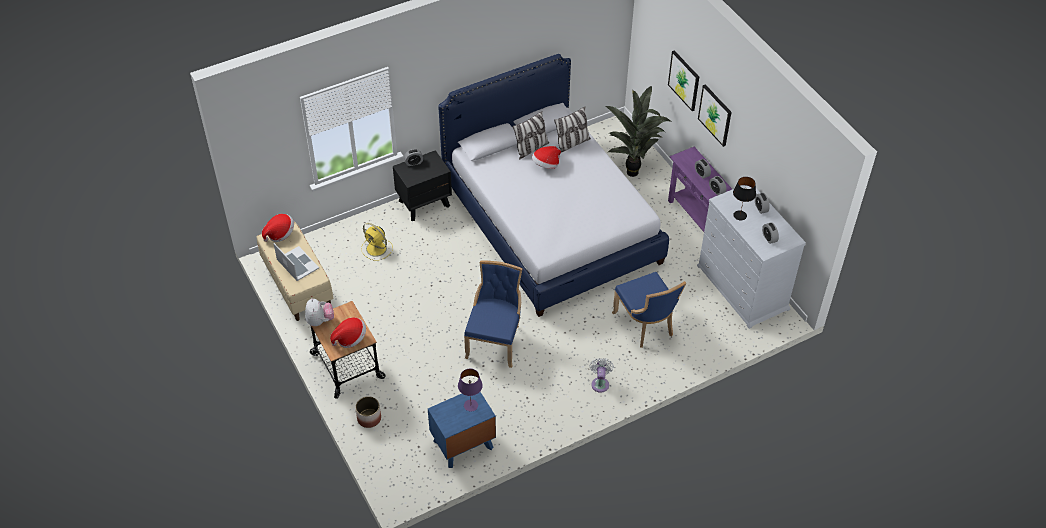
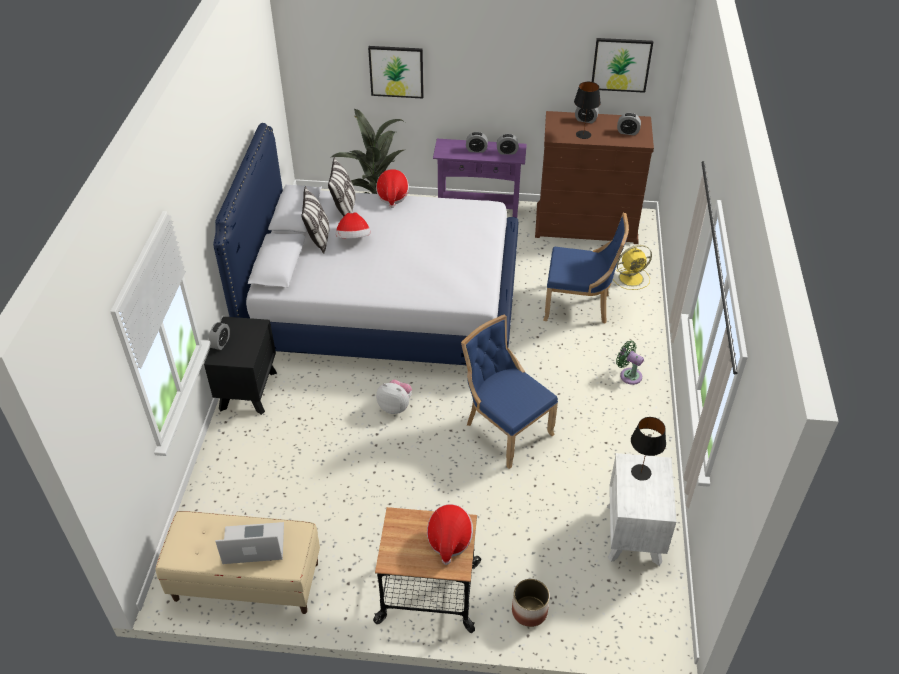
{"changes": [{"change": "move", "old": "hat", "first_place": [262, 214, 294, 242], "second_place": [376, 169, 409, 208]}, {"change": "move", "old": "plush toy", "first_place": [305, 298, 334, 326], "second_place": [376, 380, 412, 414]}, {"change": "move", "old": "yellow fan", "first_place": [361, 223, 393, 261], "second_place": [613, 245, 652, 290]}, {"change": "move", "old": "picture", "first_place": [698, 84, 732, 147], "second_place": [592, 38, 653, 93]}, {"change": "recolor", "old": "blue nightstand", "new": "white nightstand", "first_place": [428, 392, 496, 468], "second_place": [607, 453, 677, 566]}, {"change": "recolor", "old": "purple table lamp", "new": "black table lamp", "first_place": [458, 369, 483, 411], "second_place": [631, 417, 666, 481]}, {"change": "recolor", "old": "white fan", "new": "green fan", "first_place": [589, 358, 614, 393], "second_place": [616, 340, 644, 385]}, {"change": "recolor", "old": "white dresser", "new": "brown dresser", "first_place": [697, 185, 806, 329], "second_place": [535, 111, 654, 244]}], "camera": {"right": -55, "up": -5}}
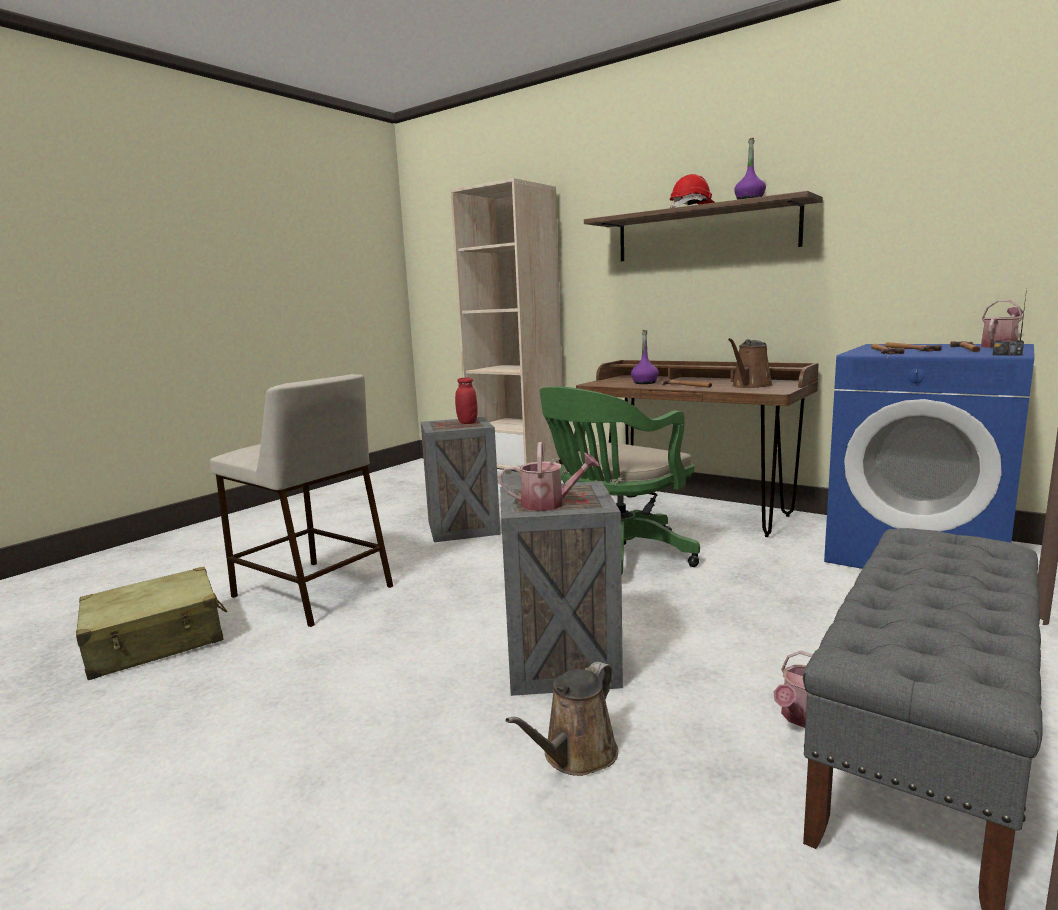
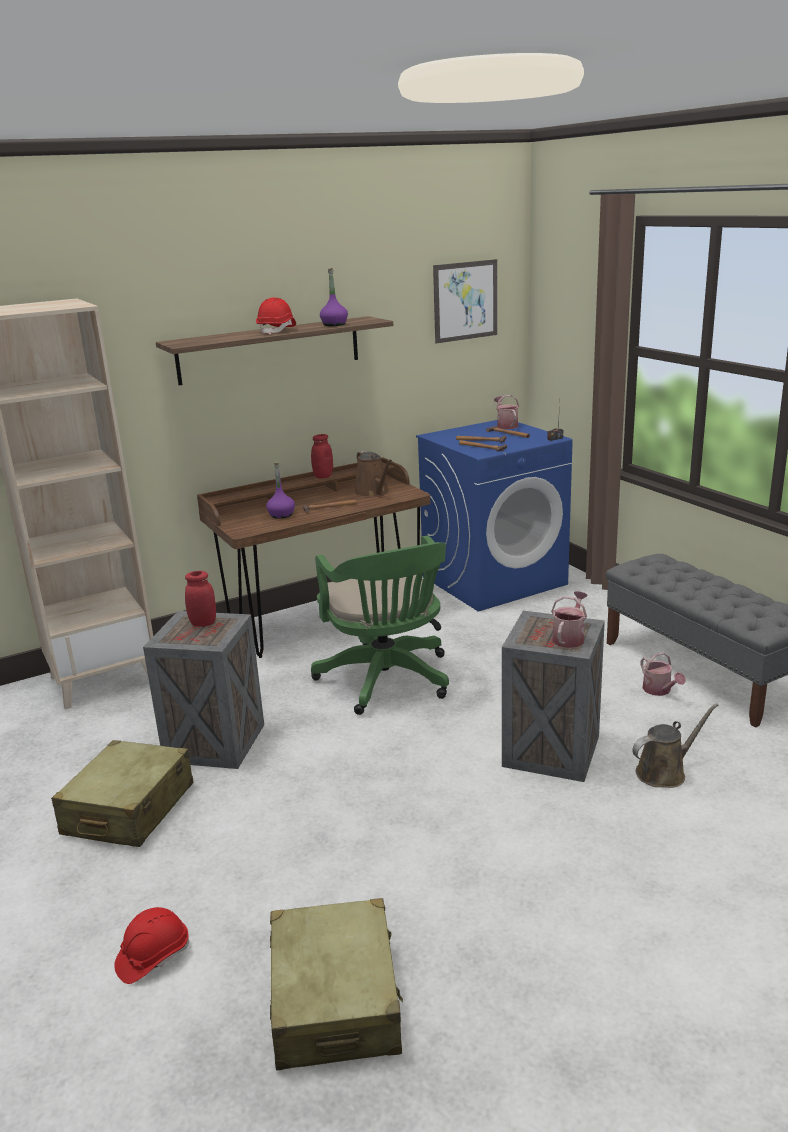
{"changes": [{"change": "delete", "old": "beige stool", "first_place": [210, 374, 393, 627]}, {"change": "insert", "new": "beige suitcase", "second_place": [51, 740, 194, 847]}, {"change": "insert", "new": "red hard hat", "second_place": [114, 907, 189, 984]}, {"change": "insert", "new": "red jar", "second_place": [311, 434, 333, 478]}, {"change": "insert", "new": "picture", "second_place": [433, 259, 497, 343]}, {"change": "rotate", "old": "brown watering can", "first_place": [505, 662, 618, 776], "second_place": [632, 703, 718, 788], "degrees": -90}], "camera": {"right": -65, "up": 10}}
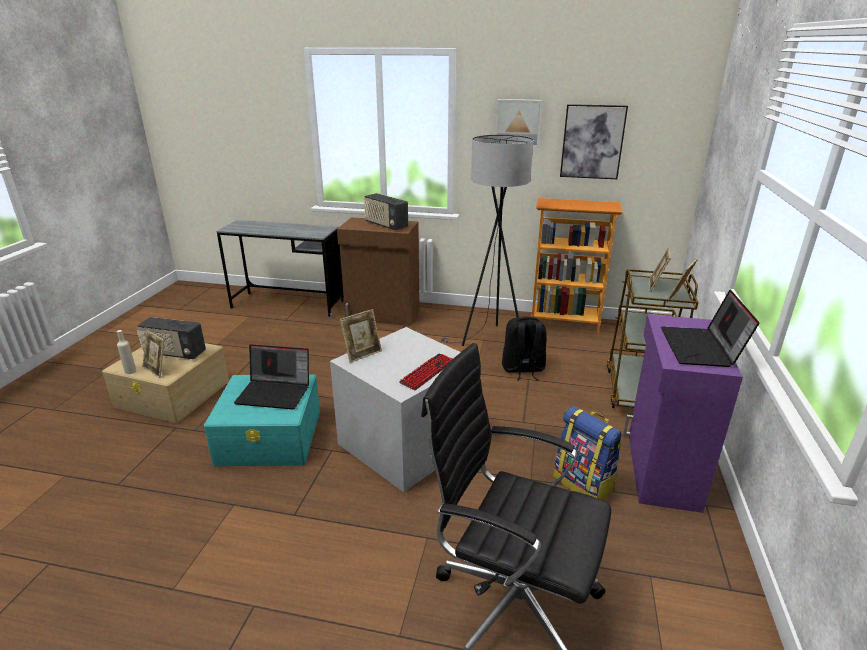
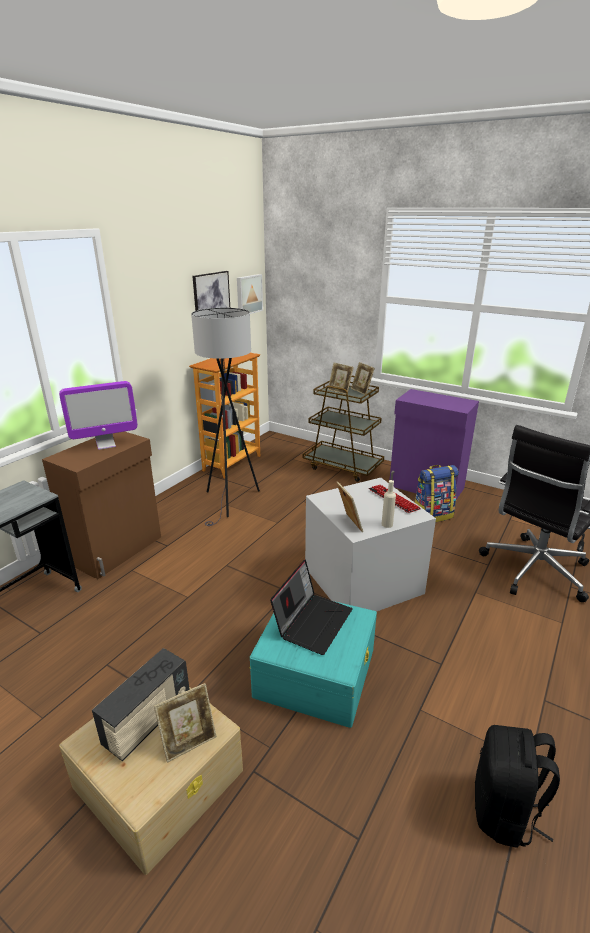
{"changes": [{"change": "delete", "old": "laptop", "first_place": [661, 290, 759, 367]}, {"change": "move", "old": "beige bottle", "first_place": [117, 330, 136, 374], "second_place": [382, 480, 396, 528]}, {"change": "move", "old": "picture", "first_place": [495, 99, 543, 147], "second_place": [237, 274, 263, 314]}, {"change": "move", "old": "black backpack", "first_place": [502, 317, 547, 381], "second_place": [475, 725, 560, 848]}, {"change": "replace", "old": "radio", "new": "monitor", "first_place": [364, 193, 408, 230], "second_place": [59, 381, 138, 450]}], "camera": {"right": -70, "up": 0}}
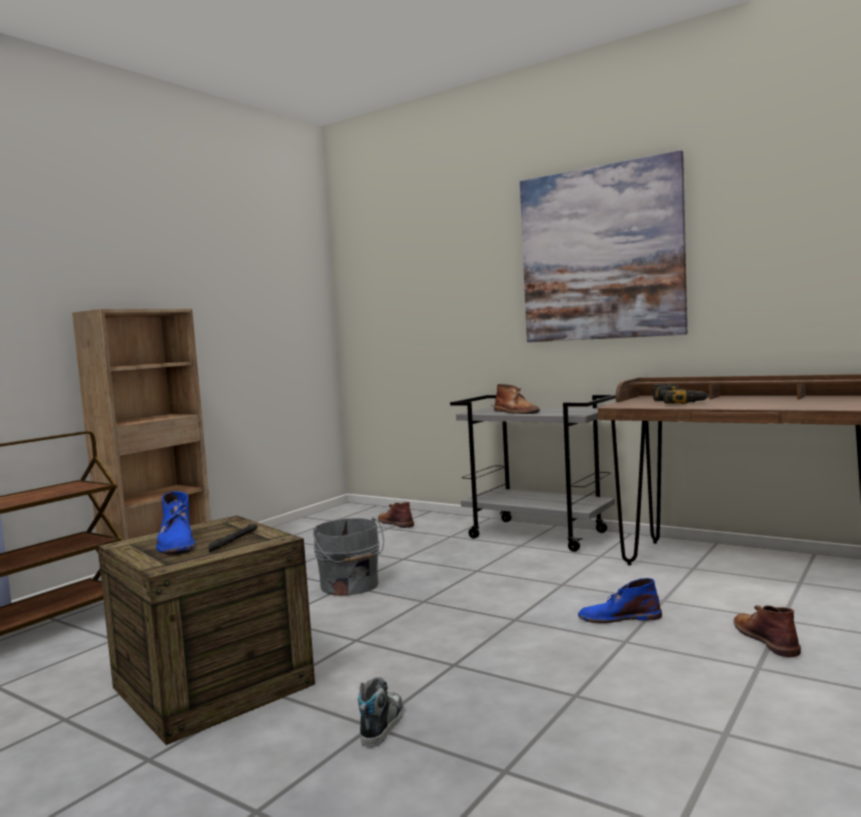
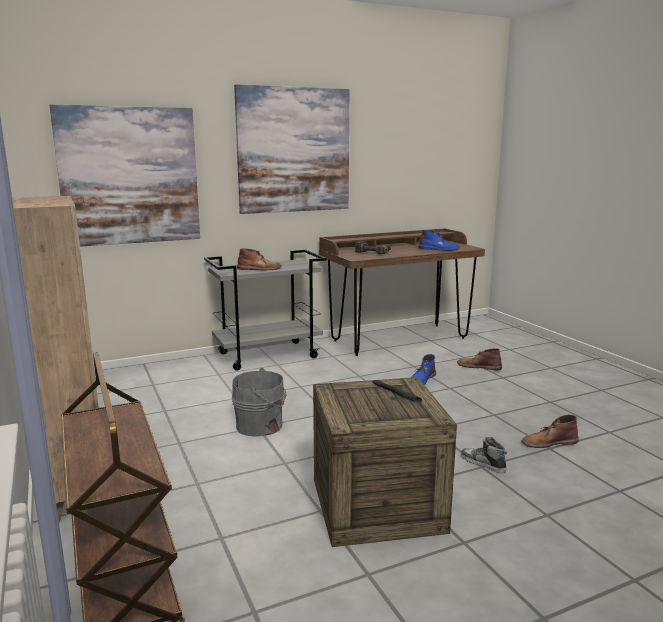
{"changes": [{"change": "insert", "new": "picture", "second_place": [50, 105, 200, 247]}, {"change": "move", "old": "blue boot", "first_place": [156, 491, 195, 555], "second_place": [419, 230, 460, 251]}, {"change": "move", "old": "brown boot", "first_place": [378, 502, 414, 528], "second_place": [521, 414, 579, 448]}], "camera": {"right": -60, "up": 10}}
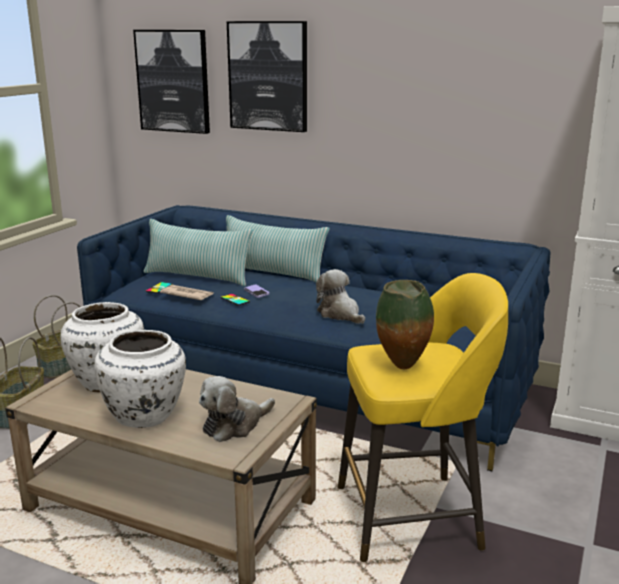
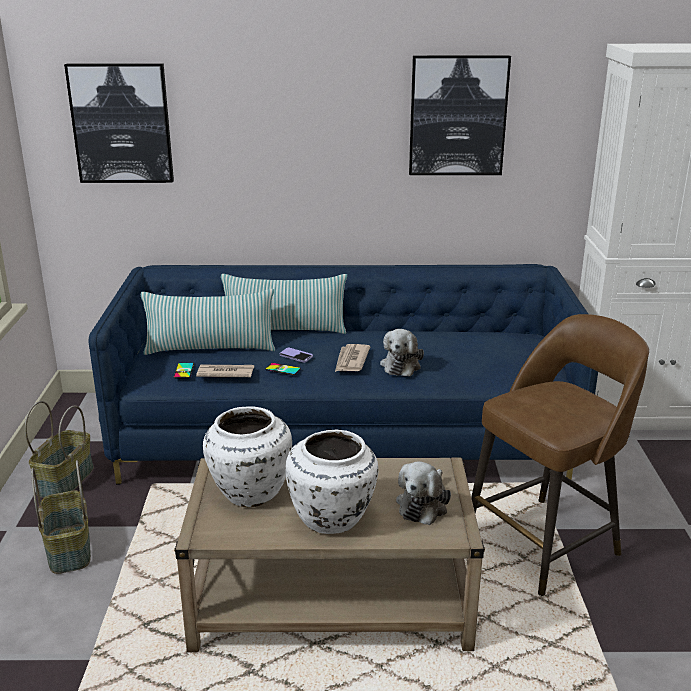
{"changes": [{"change": "delete", "old": "vase", "first_place": [376, 280, 434, 370]}, {"change": "insert", "new": "newspaper", "second_place": [335, 344, 370, 372]}, {"change": "move", "old": "picture", "first_place": [227, 21, 307, 132], "second_place": [409, 55, 511, 175]}, {"change": "recolor", "old": "yellow stool", "new": "brown stool", "first_place": [338, 273, 508, 562], "second_place": [471, 314, 649, 596]}, {"change": "rotate", "old": "plush toy", "first_place": [316, 269, 365, 324], "second_place": [380, 329, 424, 377], "degrees": -105}], "camera": {"right": -25, "up": 5}}
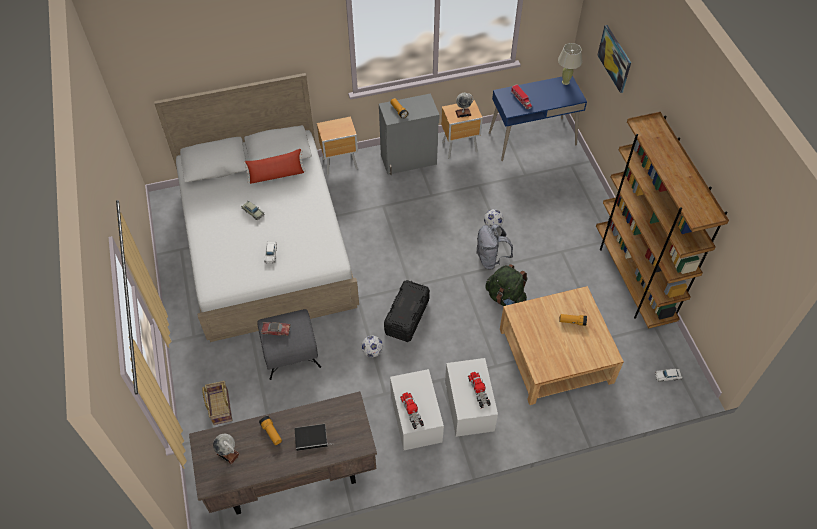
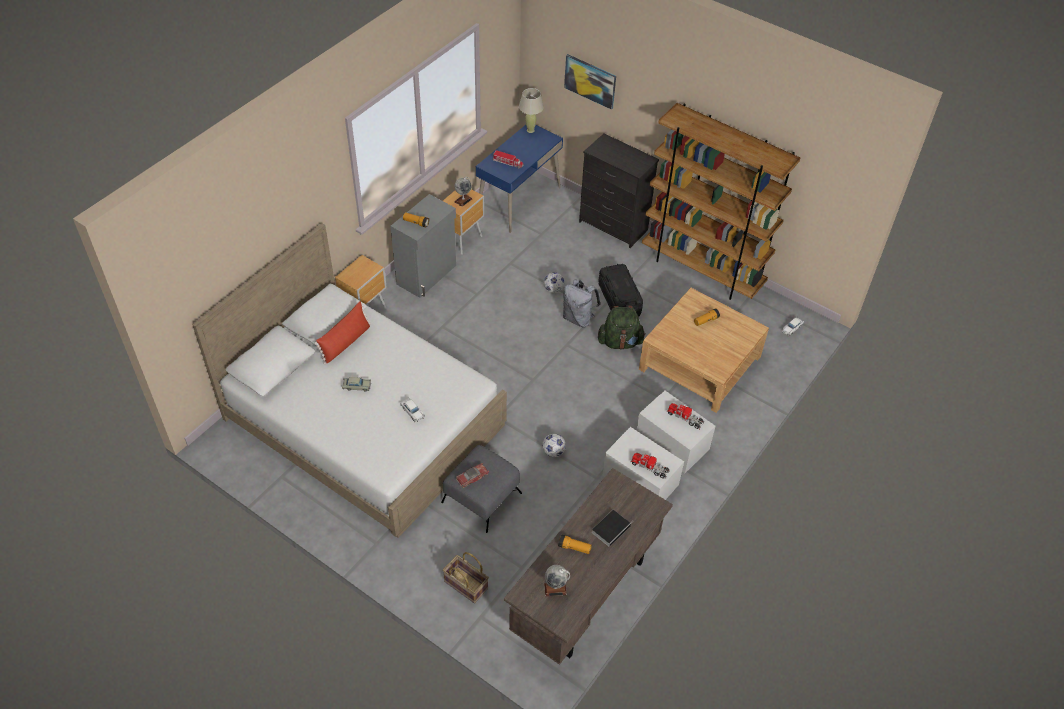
{"changes": [{"change": "insert", "new": "black dresser", "second_place": [579, 134, 659, 248]}, {"change": "move", "old": "black storage box", "first_place": [384, 280, 430, 342], "second_place": [598, 264, 643, 317]}], "camera": {"right": -40, "up": -5}}
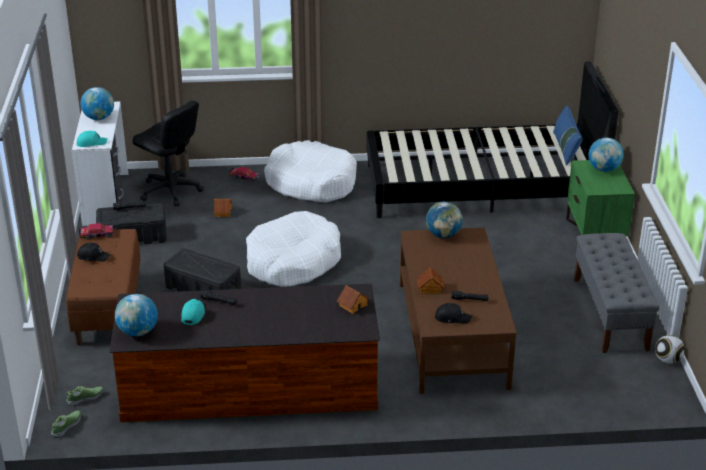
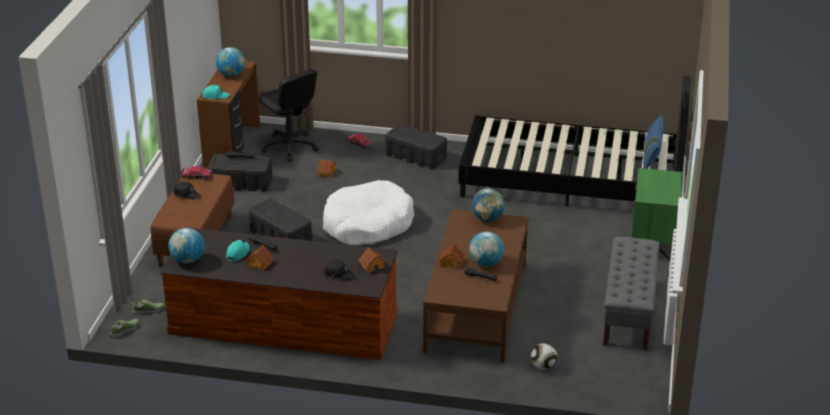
{"changes": [{"change": "insert", "new": "toy house", "second_place": [245, 245, 274, 270]}, {"change": "move", "old": "black cap", "first_place": [435, 303, 472, 324], "second_place": [324, 260, 355, 280]}, {"change": "move", "old": "globe", "first_place": [589, 138, 624, 172], "second_place": [469, 231, 504, 267]}, {"change": "move", "old": "football", "first_place": [655, 335, 685, 364], "second_place": [531, 343, 557, 370]}, {"change": "replace", "old": "white dog bed", "new": "black storage box", "first_place": [264, 140, 357, 203], "second_place": [385, 124, 447, 170]}, {"change": "recolor", "old": "white desk", "new": "brown desk", "first_place": [72, 102, 128, 226], "second_place": [197, 61, 260, 168]}], "camera": {"right": 15, "up": 0}}
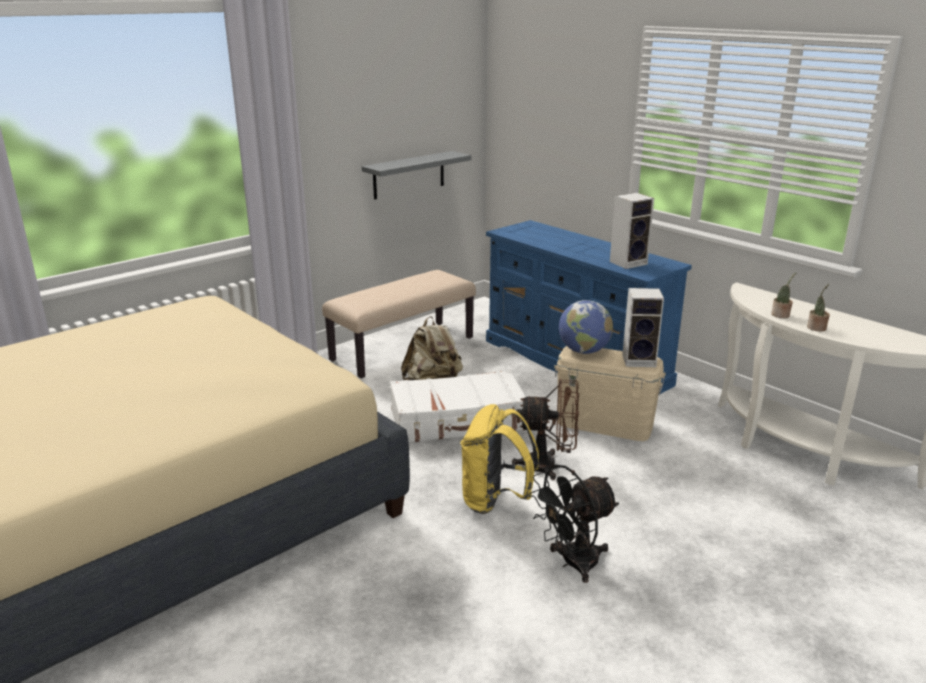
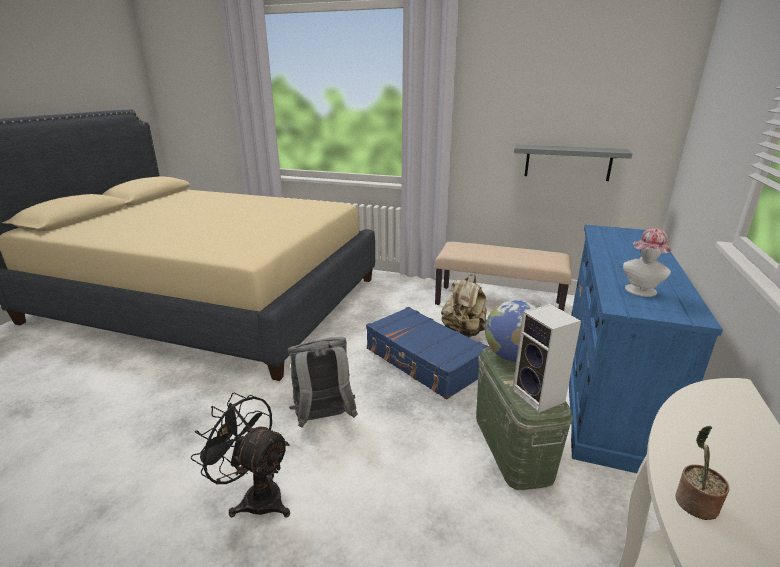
{"changes": [{"change": "delete", "old": "brown fan", "first_place": [512, 379, 579, 480]}, {"change": "delete", "old": "potted plant", "first_place": [771, 272, 797, 318]}, {"change": "replace", "old": "speaker", "new": "hat", "first_place": [610, 193, 654, 269], "second_place": [623, 228, 673, 297]}, {"change": "recolor", "old": "white suitcase", "new": "blue suitcase", "first_place": [390, 370, 526, 442], "second_place": [366, 307, 490, 400]}, {"change": "recolor", "old": "yellow backpack", "new": "grey backpack", "first_place": [460, 404, 539, 514], "second_place": [288, 337, 358, 428]}, {"change": "recolor", "old": "beige storage box", "new": "green storage box", "first_place": [554, 346, 666, 441], "second_place": [476, 347, 573, 490]}], "camera": {"right": 60, "up": 0}}
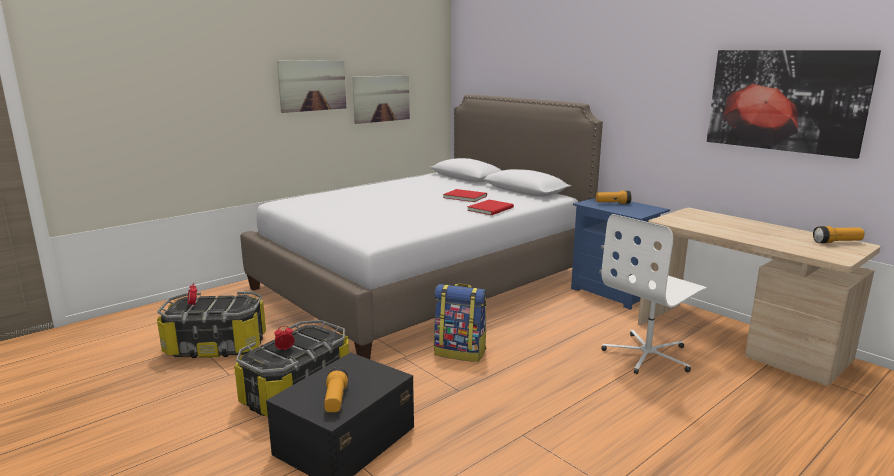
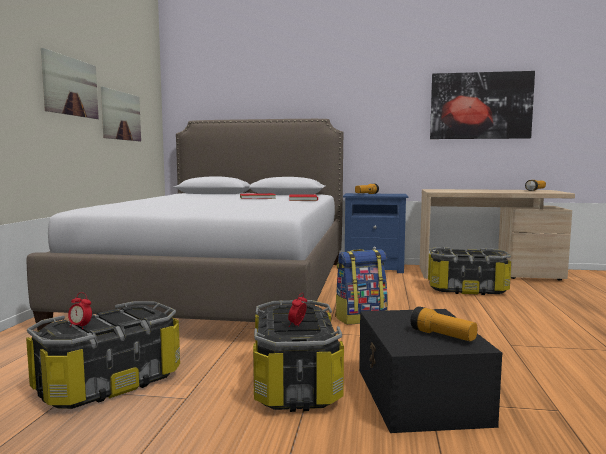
{"changes": [{"change": "replace", "old": "white office chair", "new": "storage box", "first_place": [601, 214, 707, 374], "second_place": [428, 247, 511, 295]}], "camera": {"right": -40, "up": -10}}
